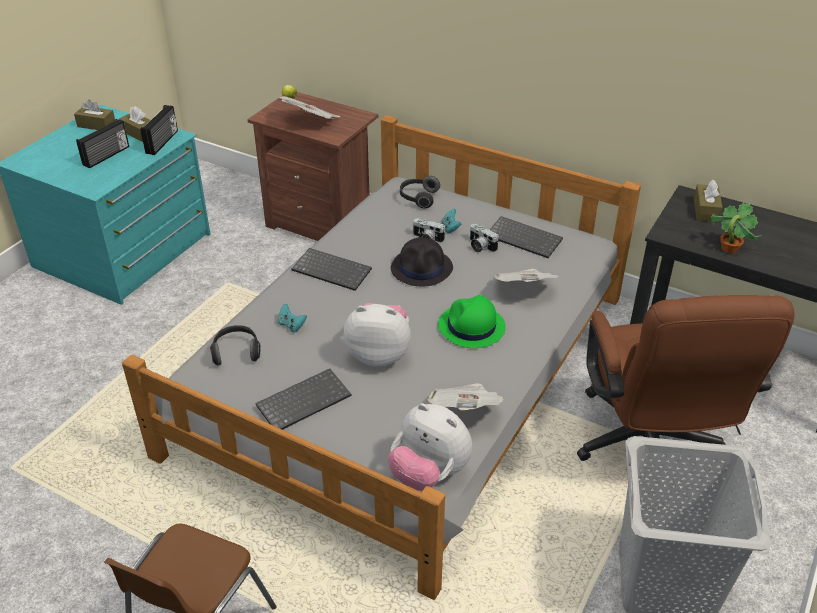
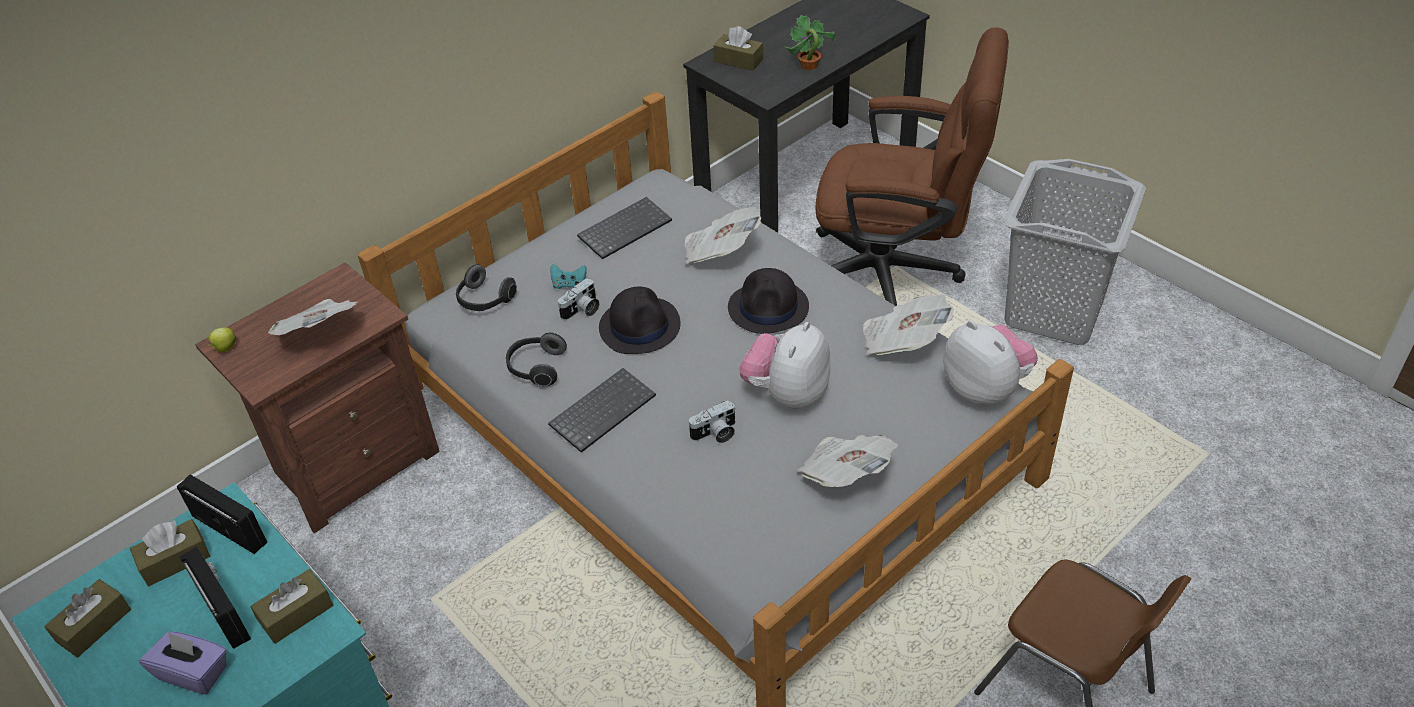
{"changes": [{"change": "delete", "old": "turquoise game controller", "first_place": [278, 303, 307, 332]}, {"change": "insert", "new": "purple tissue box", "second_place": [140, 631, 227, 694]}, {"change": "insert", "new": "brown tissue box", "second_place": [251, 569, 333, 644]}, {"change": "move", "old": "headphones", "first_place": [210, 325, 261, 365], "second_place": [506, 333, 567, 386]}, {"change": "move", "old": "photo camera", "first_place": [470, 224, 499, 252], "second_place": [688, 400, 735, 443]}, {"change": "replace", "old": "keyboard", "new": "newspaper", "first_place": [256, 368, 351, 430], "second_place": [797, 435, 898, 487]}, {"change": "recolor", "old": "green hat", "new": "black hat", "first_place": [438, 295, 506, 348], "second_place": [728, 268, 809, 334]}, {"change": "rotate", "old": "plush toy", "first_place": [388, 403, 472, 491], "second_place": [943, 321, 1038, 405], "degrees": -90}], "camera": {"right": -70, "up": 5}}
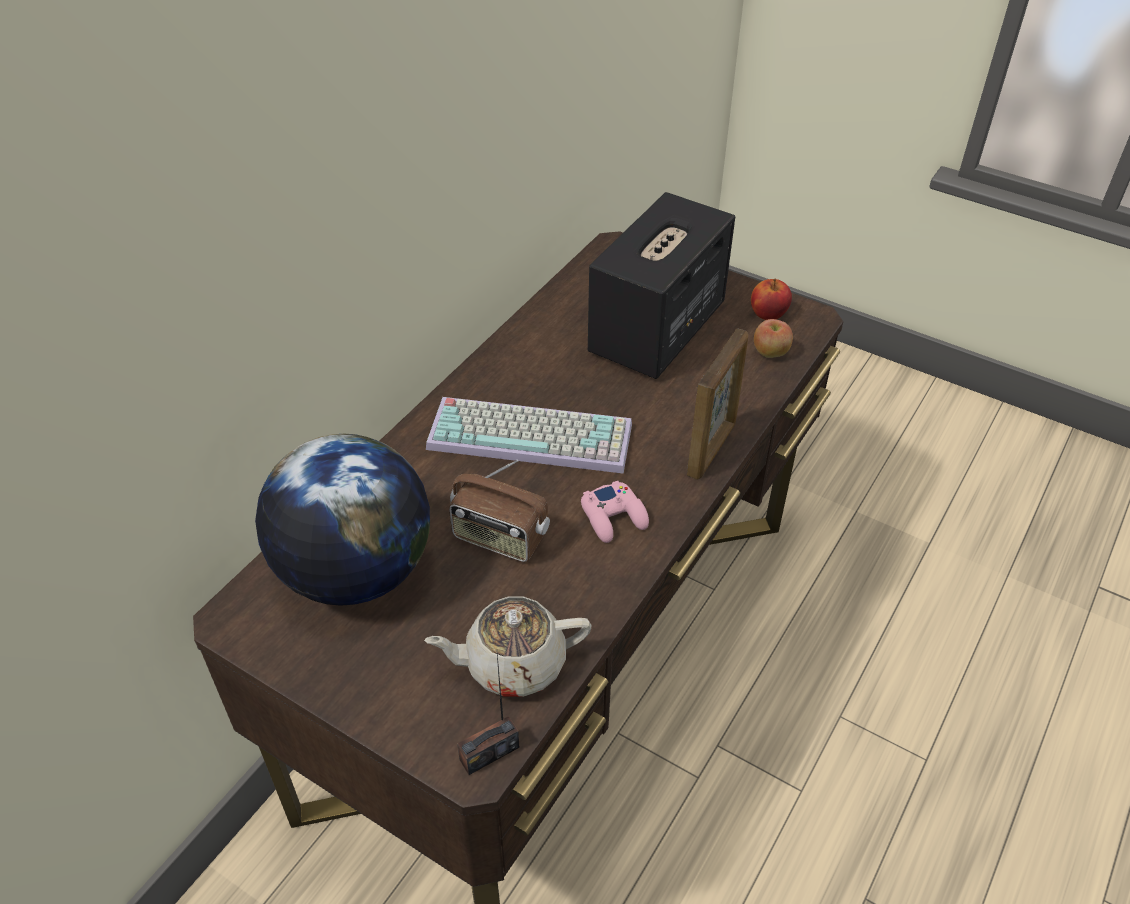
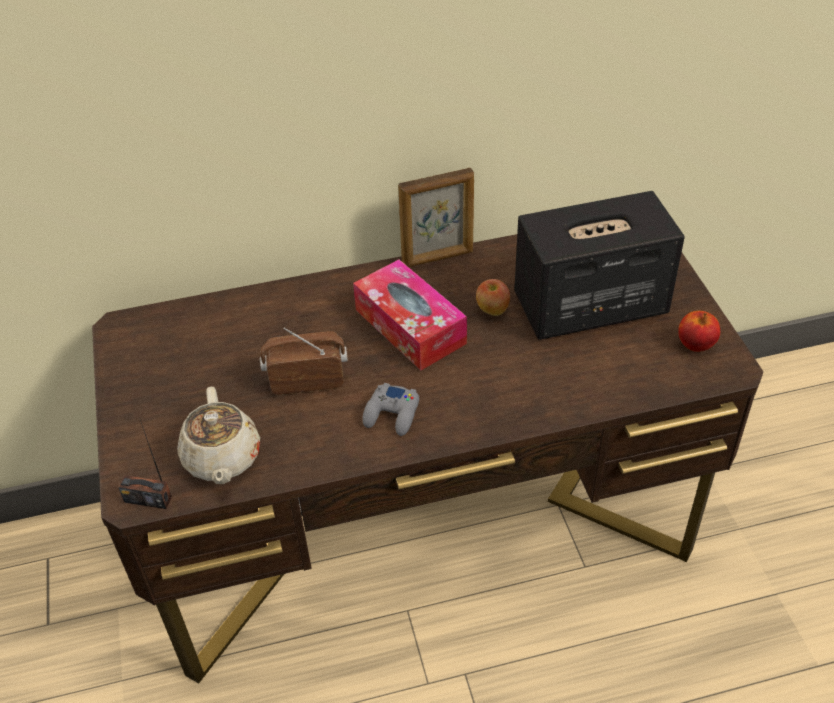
{"changes": [{"change": "delete", "old": "globe", "first_place": [255, 434, 430, 606]}, {"change": "move", "old": "picture frame", "first_place": [687, 328, 748, 480], "second_place": [398, 168, 474, 267]}, {"change": "move", "old": "apple", "first_place": [754, 319, 793, 358], "second_place": [476, 279, 510, 316]}, {"change": "replace", "old": "keyboard", "new": "tissue box", "first_place": [426, 397, 632, 474], "second_place": [353, 259, 467, 370]}, {"change": "recolor", "old": "pink game controller", "new": "grey game controller", "first_place": [581, 481, 649, 543], "second_place": [362, 383, 419, 436]}, {"change": "rotate", "old": "beige teapot", "first_place": [424, 596, 591, 697], "second_place": [177, 387, 260, 484], "degrees": -135}, {"change": "rotate", "old": "radio", "first_place": [449, 459, 550, 562], "second_place": [260, 327, 348, 395], "degrees": 105}], "camera": {"right": 45, "up": 0}}
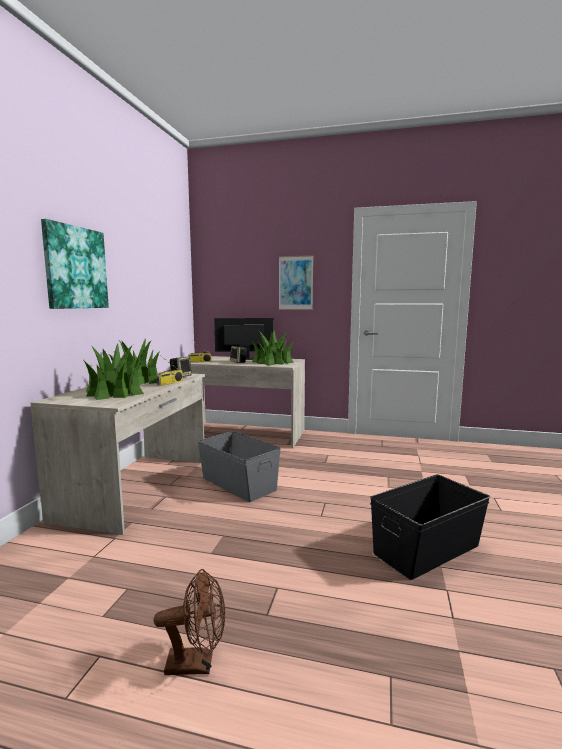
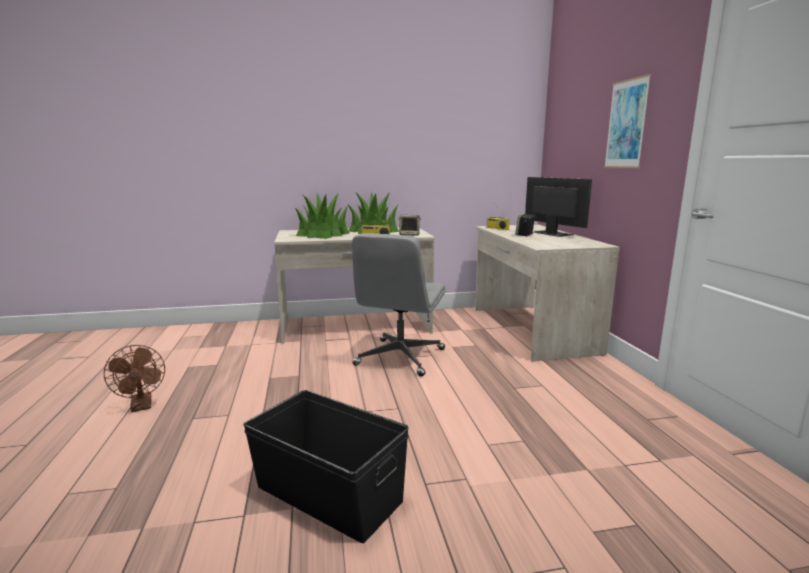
{"changes": [{"change": "delete", "old": "picture", "first_place": [41, 219, 109, 309]}, {"change": "delete", "old": "potted plant", "first_place": [251, 331, 294, 365]}, {"change": "replace", "old": "grey storage box", "new": "grey office chair", "first_place": [198, 431, 281, 502], "second_place": [352, 233, 445, 376]}], "camera": {"right": 65, "up": 5}}
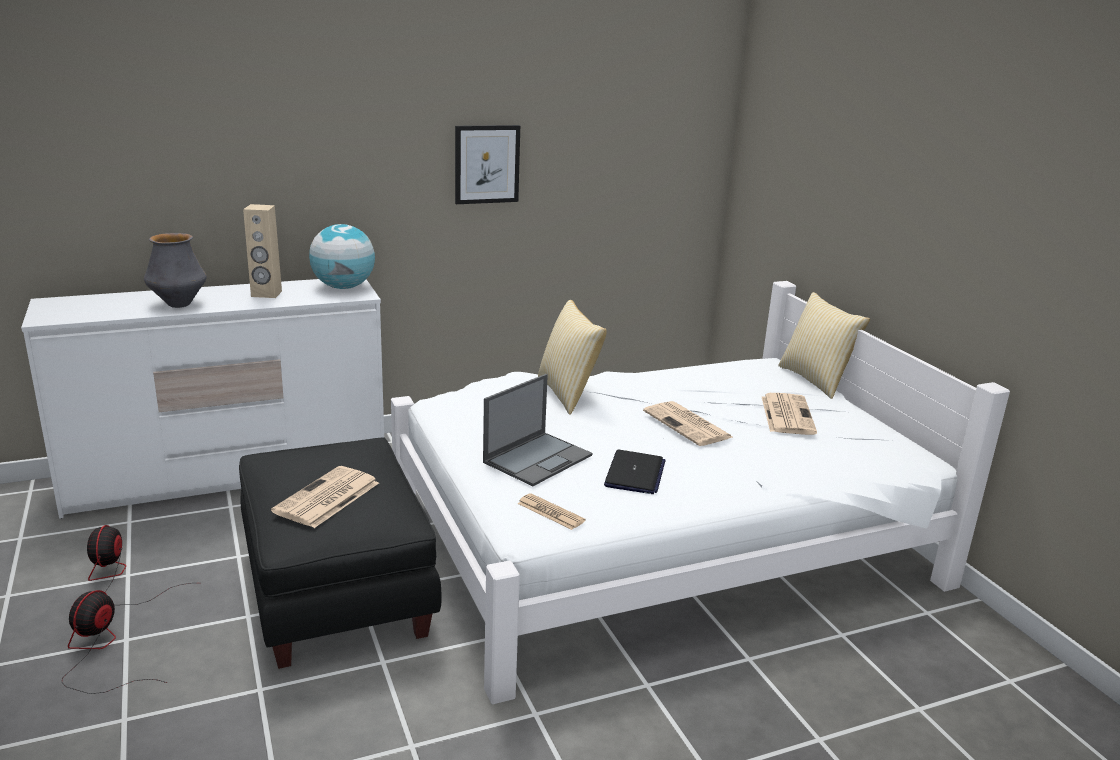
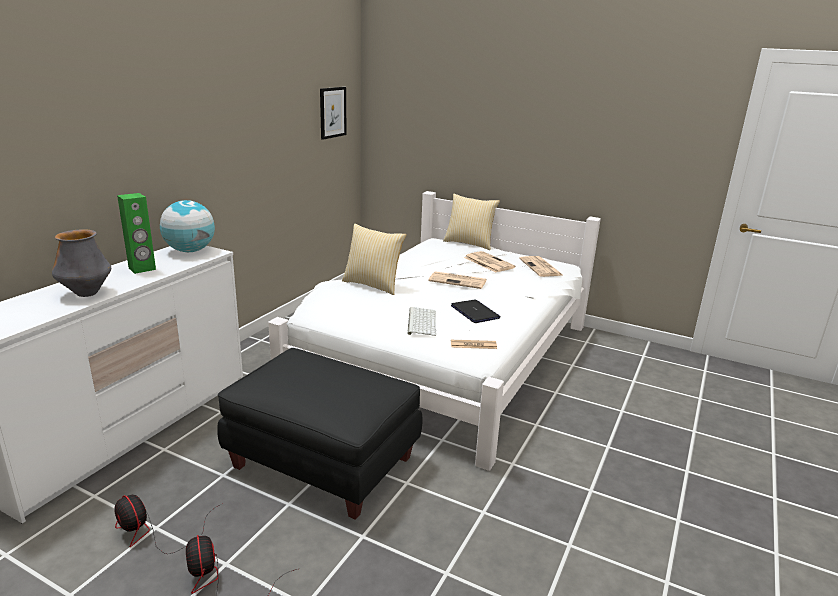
{"changes": [{"change": "move", "old": "newspaper", "first_place": [271, 466, 379, 528], "second_place": [519, 256, 562, 277]}, {"change": "move", "old": "picture", "first_place": [455, 125, 520, 204], "second_place": [320, 87, 347, 140]}, {"change": "replace", "old": "laptop", "new": "keyboard", "first_place": [483, 374, 593, 486], "second_place": [407, 307, 436, 336]}, {"change": "recolor", "old": "beige speaker", "new": "green speaker", "first_place": [243, 204, 282, 298], "second_place": [117, 193, 156, 274]}], "camera": {"right": -40, "up": 0}}
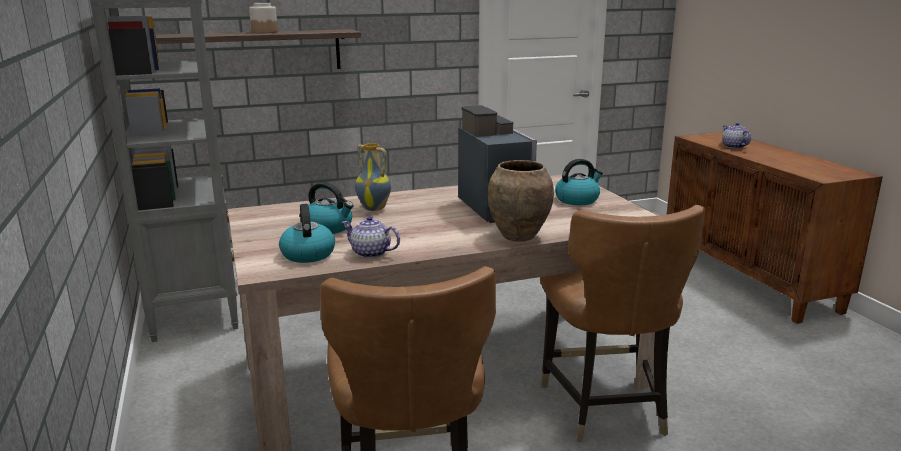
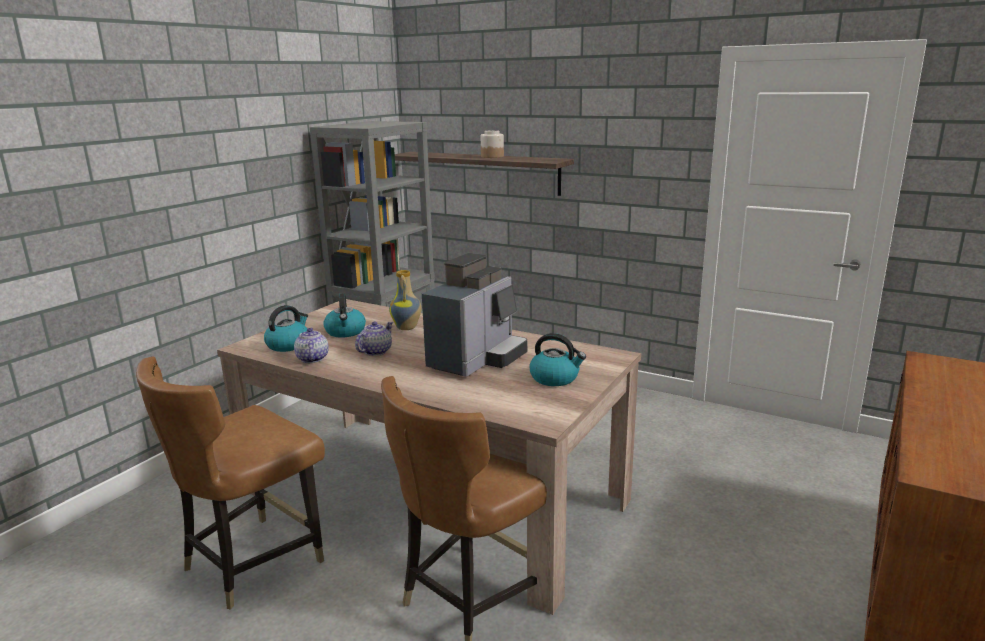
{"changes": [{"change": "delete", "old": "brown vase", "first_place": [488, 160, 554, 242]}, {"change": "move", "old": "teapot", "first_place": [722, 123, 751, 149], "second_place": [355, 321, 393, 356]}], "camera": {"right": 50, "up": 0}}
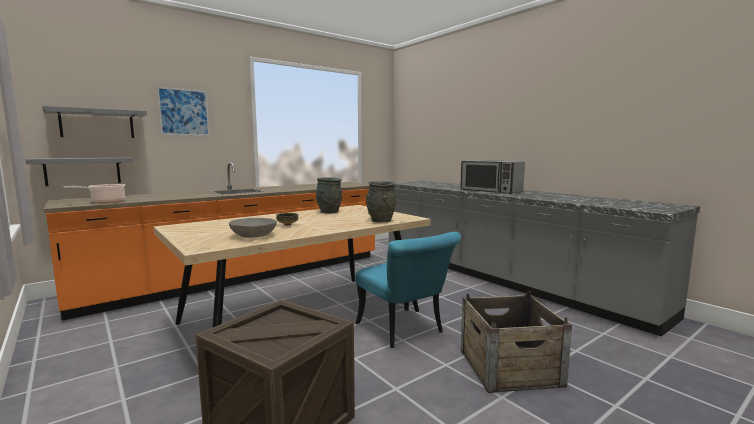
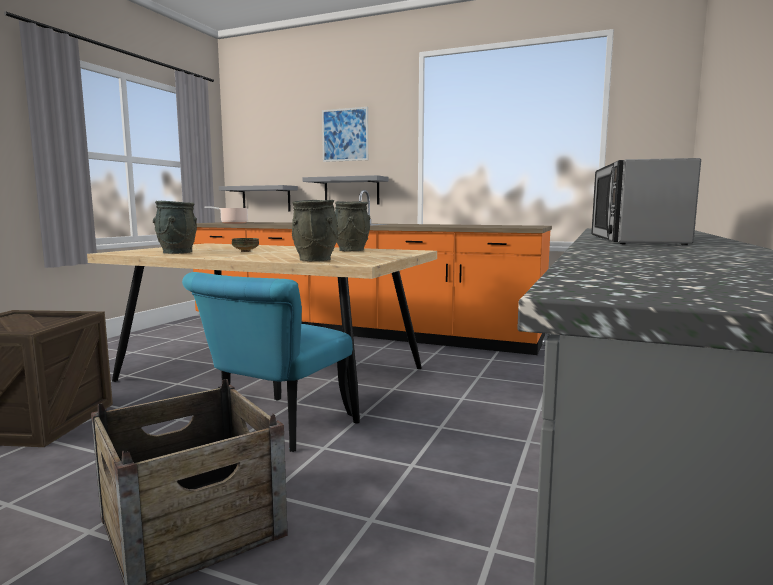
{"changes": [{"change": "move", "old": "grey shelf", "first_place": [42, 106, 147, 138], "second_place": [302, 175, 389, 204]}, {"change": "replace", "old": "grey bowl", "new": "grey vase", "first_place": [229, 218, 277, 238], "second_place": [153, 201, 197, 254]}], "camera": {"right": 60, "up": 0}}
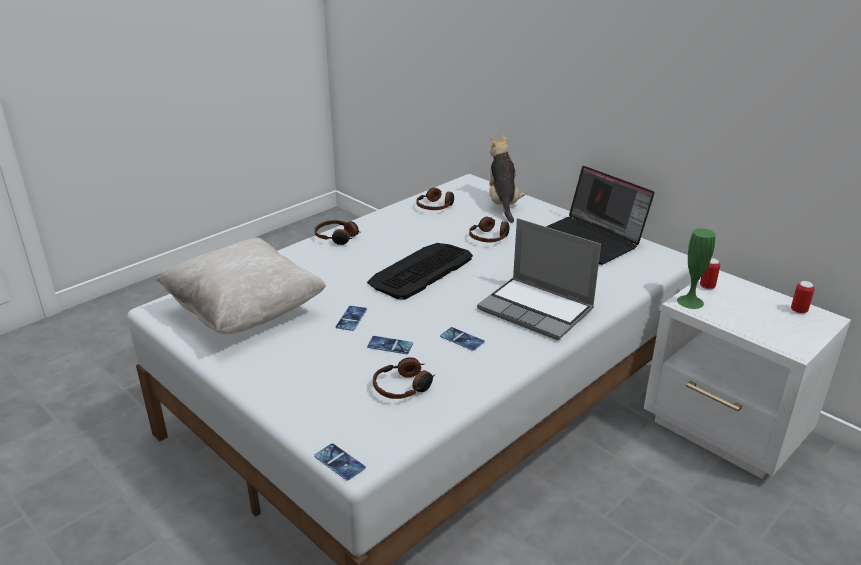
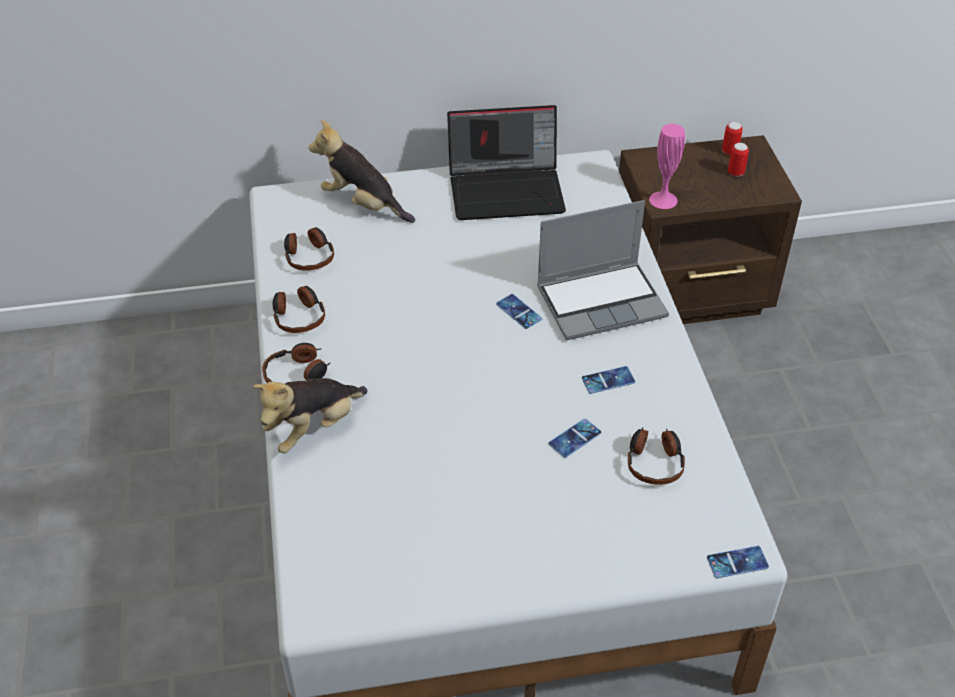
{"changes": [{"change": "delete", "old": "beige pillow", "first_place": [156, 238, 326, 334]}, {"change": "delete", "old": "keyboard", "first_place": [367, 243, 473, 300]}, {"change": "insert", "new": "plush toy", "second_place": [253, 378, 368, 453]}, {"change": "move", "old": "phone", "first_place": [335, 306, 367, 331], "second_place": [496, 294, 542, 329]}, {"change": "move", "old": "headphones", "first_place": [469, 217, 510, 242], "second_place": [273, 286, 325, 333]}, {"change": "move", "old": "can", "first_place": [700, 258, 720, 289], "second_place": [728, 143, 749, 177]}, {"change": "recolor", "old": "white nightstand", "new": "brown nightstand", "first_place": [644, 270, 851, 479], "second_place": [619, 135, 802, 324]}, {"change": "recolor", "old": "green vase", "new": "pink vase", "first_place": [677, 228, 715, 309], "second_place": [649, 124, 685, 209]}], "camera": {"right": -55, "up": 15}}
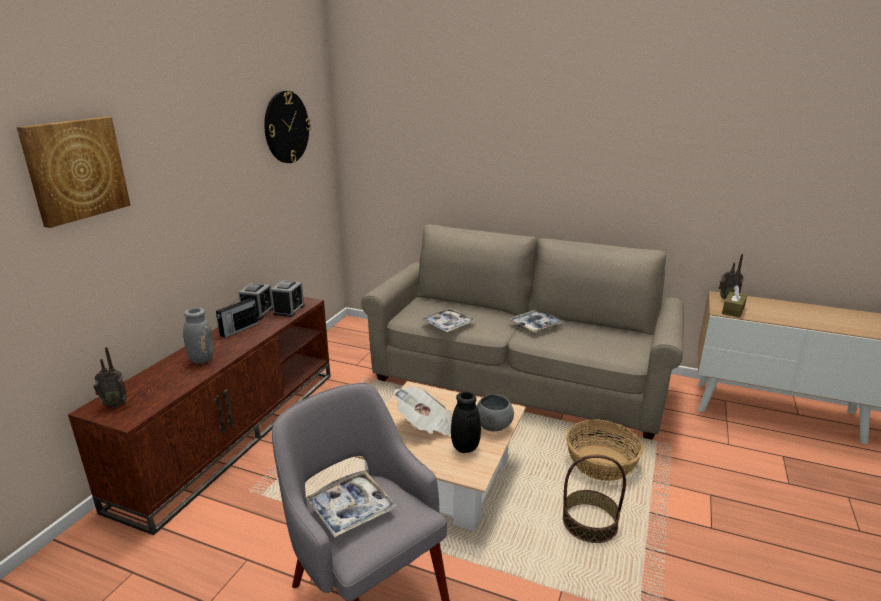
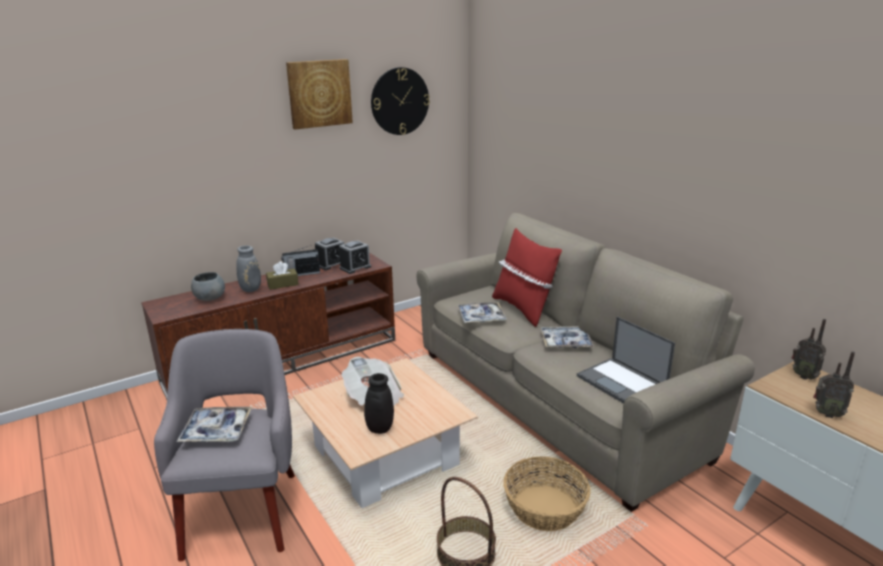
{"changes": [{"change": "insert", "new": "red pillow", "second_place": [492, 228, 562, 327]}, {"change": "insert", "new": "laptop", "second_place": [577, 317, 675, 403]}, {"change": "move", "old": "picture", "first_place": [17, 117, 131, 228], "second_place": [286, 59, 353, 129]}, {"change": "move", "old": "radio", "first_place": [93, 347, 128, 408], "second_place": [813, 351, 855, 418]}, {"change": "move", "old": "grey bowl", "first_place": [477, 394, 514, 431], "second_place": [191, 272, 225, 301]}, {"change": "move", "old": "brown tissue box", "first_place": [722, 285, 747, 318], "second_place": [266, 261, 299, 290]}], "camera": {"right": 35, "up": 0}}
